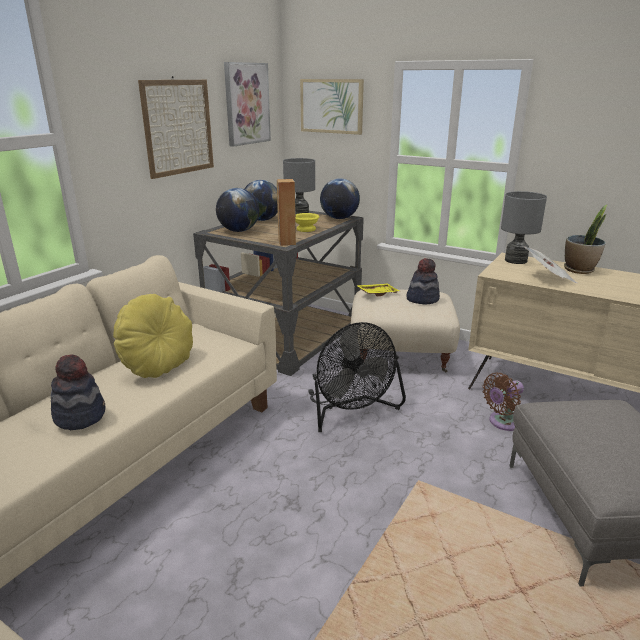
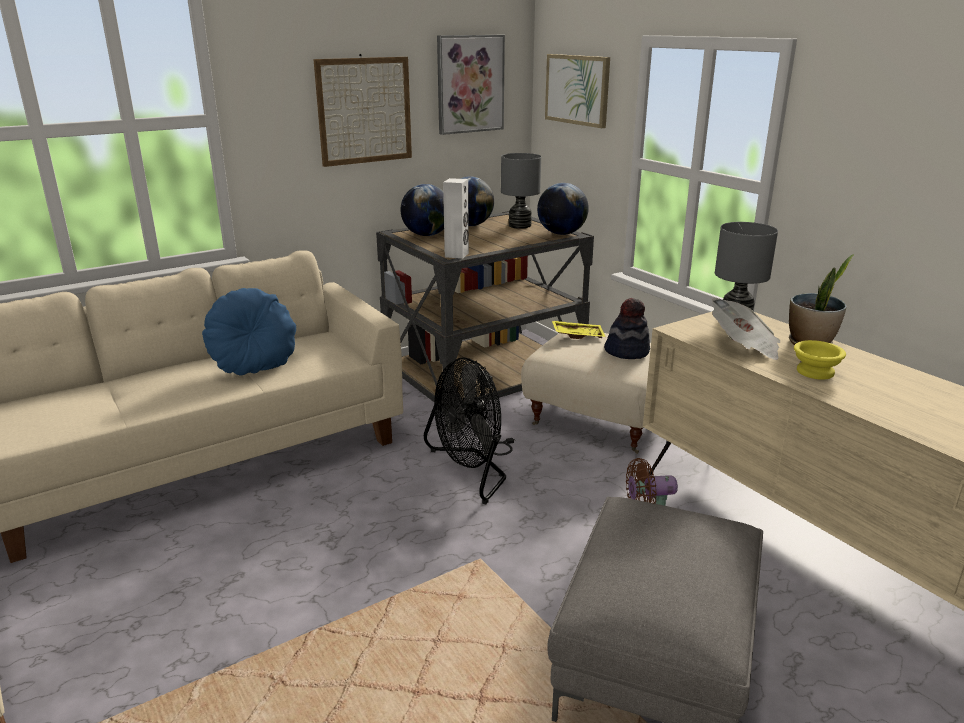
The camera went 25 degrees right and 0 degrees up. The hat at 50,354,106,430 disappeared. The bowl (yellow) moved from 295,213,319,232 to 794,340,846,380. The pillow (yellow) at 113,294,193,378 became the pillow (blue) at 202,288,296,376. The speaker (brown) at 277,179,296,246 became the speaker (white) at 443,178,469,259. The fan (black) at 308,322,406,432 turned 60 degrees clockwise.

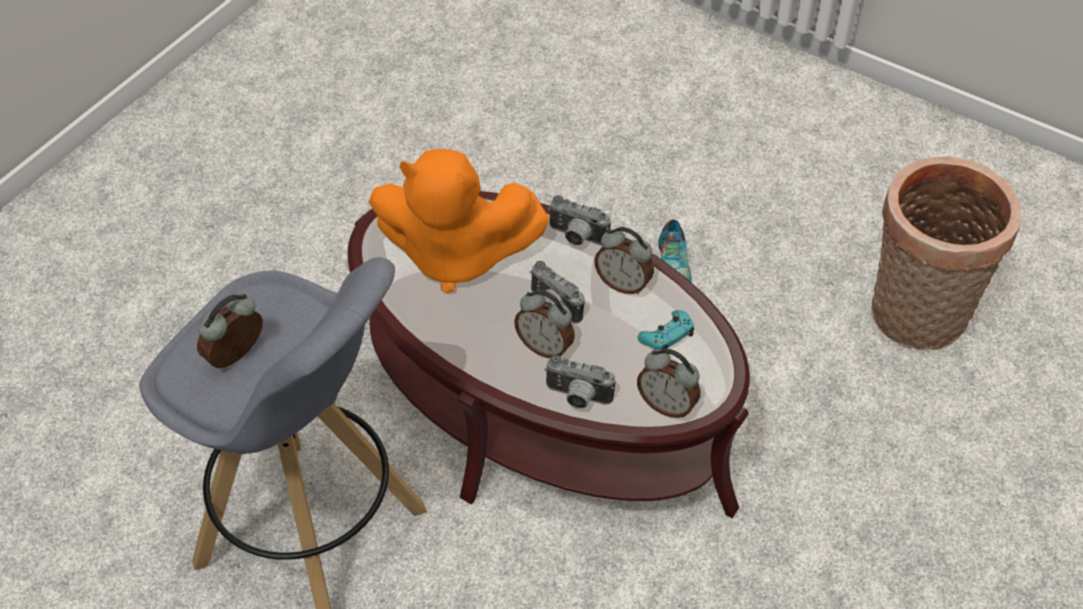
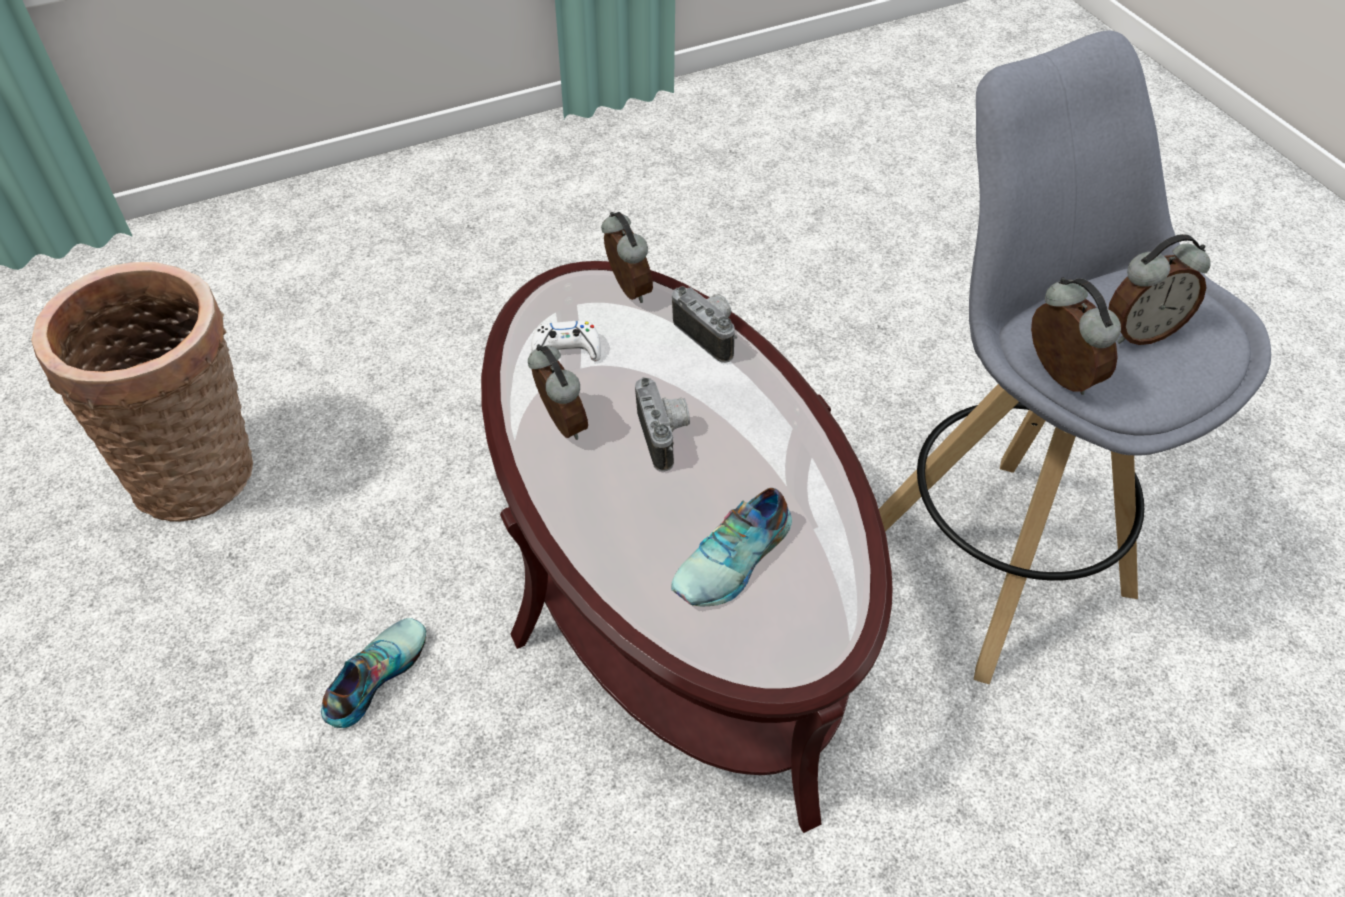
The camera went 150 degrees left and 0 degrees up. The photo camera at 548,195,611,246 disappeared. The alarm clock moved from 514,290,575,358 to 1031,277,1121,395. The plush toy (orange) at 369,149,550,293 was replaced by the shoe at 671,488,792,606. The game controller (turquoise) at 638,310,694,350 became the game controller (white) at 531,321,601,361.

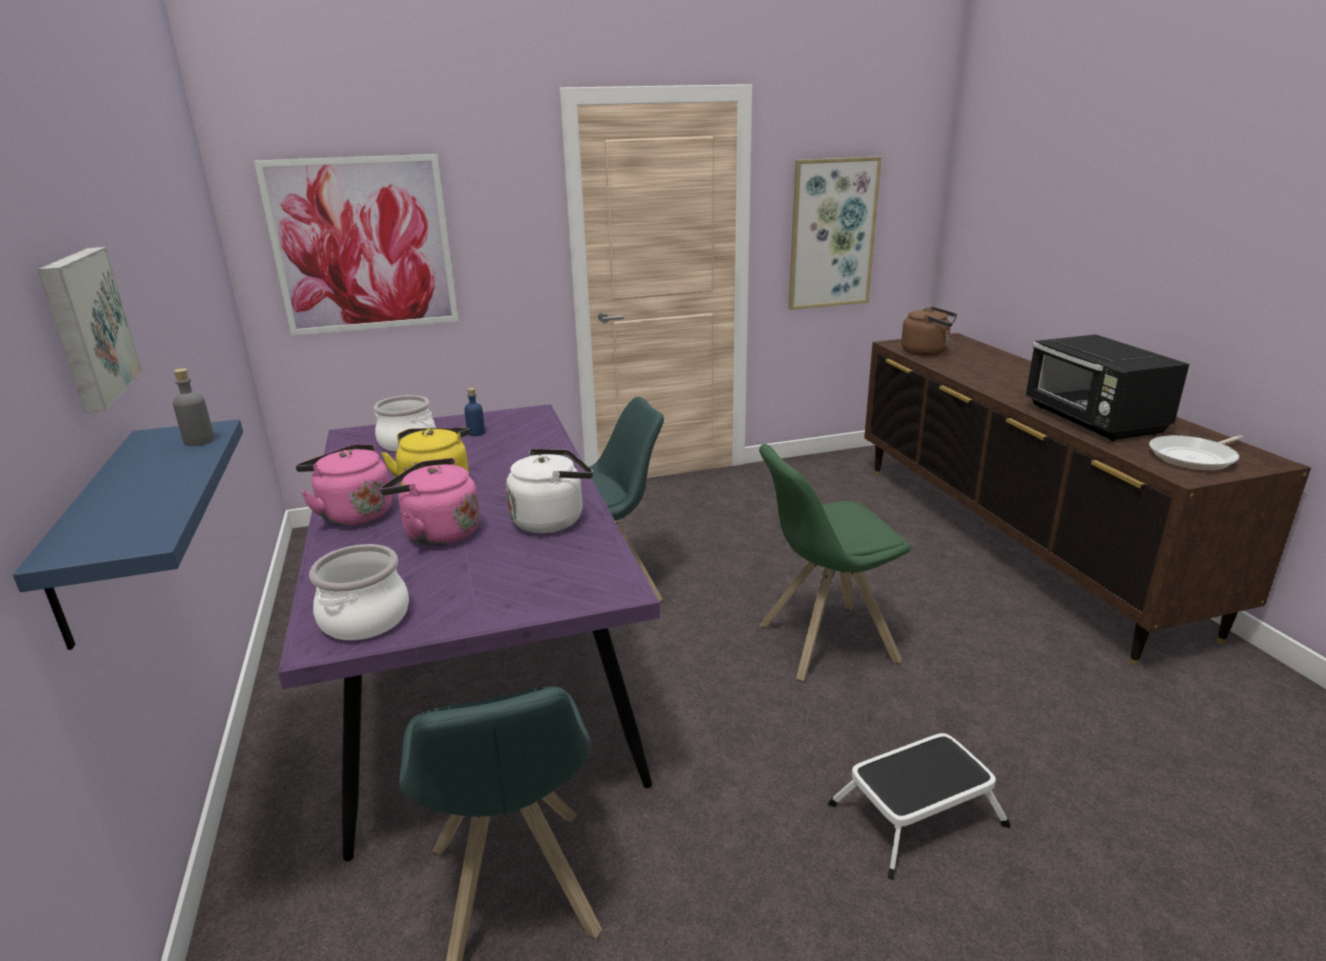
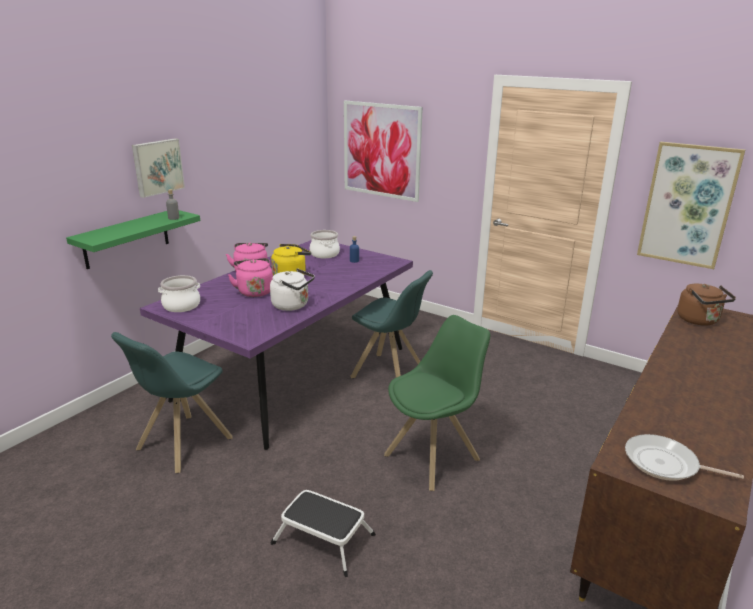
The camera went 50 degrees right and 0 degrees up. The microwave (black) at 1025,334,1189,441 disappeared. The shelf (blue) at 13,419,243,650 became the shelf (green) at 66,210,200,269. The chair (green) at 759,444,911,681 turned 105 degrees clockwise.

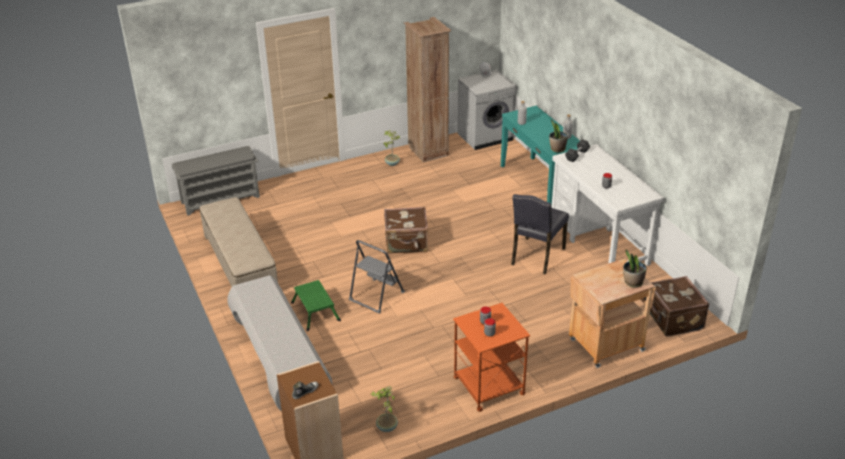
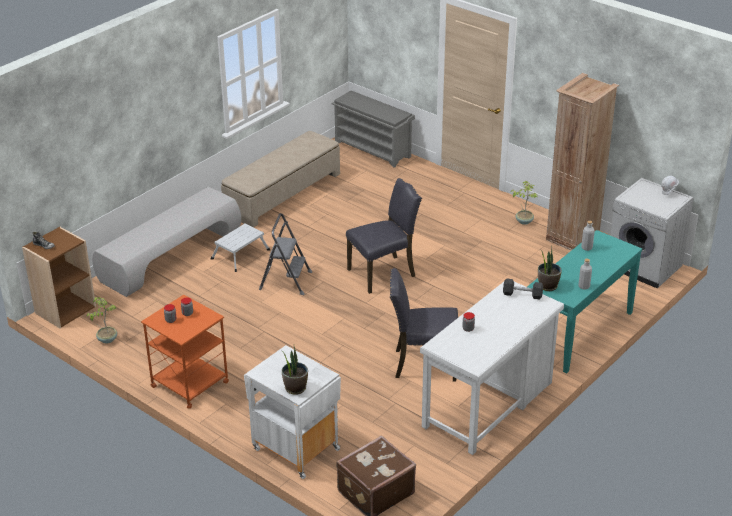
The camera went 65 degrees right and 0 degrees up. The suitcase (brown) at 384,207,428,254 was replaced by the chair (grey) at 346,178,422,294. The step ladder (green) at 291,280,341,331 became the step ladder (white) at 211,223,270,272. The cart (brown) at 569,259,656,368 became the cart (white) at 244,345,341,479.

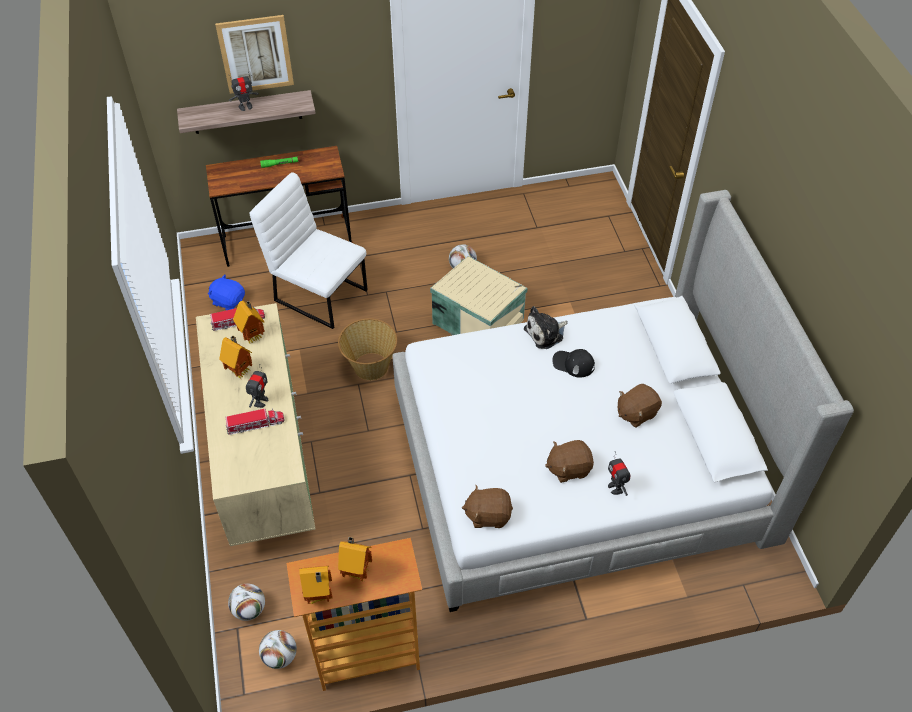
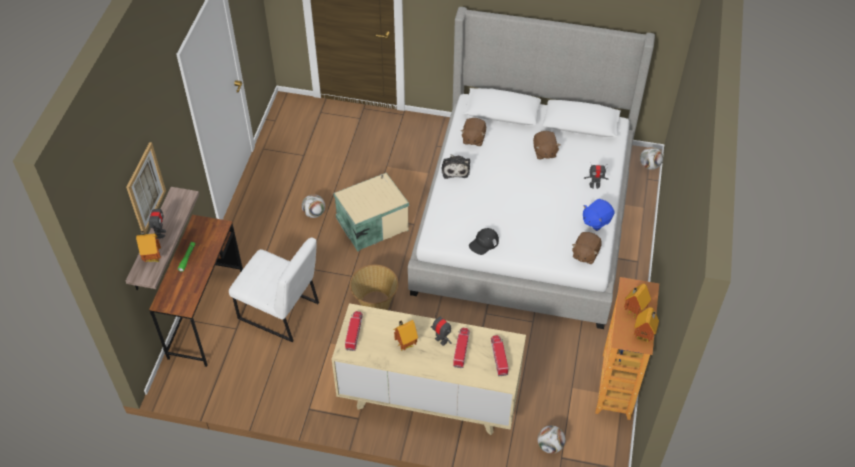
The camera went 65 degrees left and 0 degrees up. The toy truck at 491,335,509,376 appeared. The plush toy (blue) moved from 208,274,245,310 to 583,199,615,231. The toy house moved from 233,301,265,343 to 136,231,161,262. The football moved from 259,630,297,669 to 640,147,663,170. The plush toy (brown) moved from 545,440,594,483 to 461,118,486,146. The cap (black) moved from 552,349,595,378 to 469,228,499,255. The chair (white) at 250,172,367,329 turned 120 degrees counterclockwise.

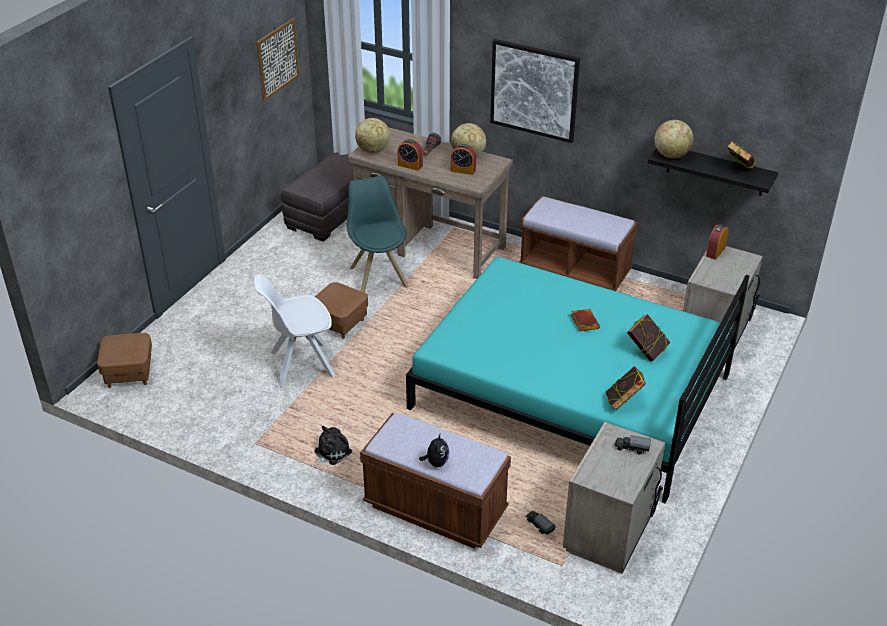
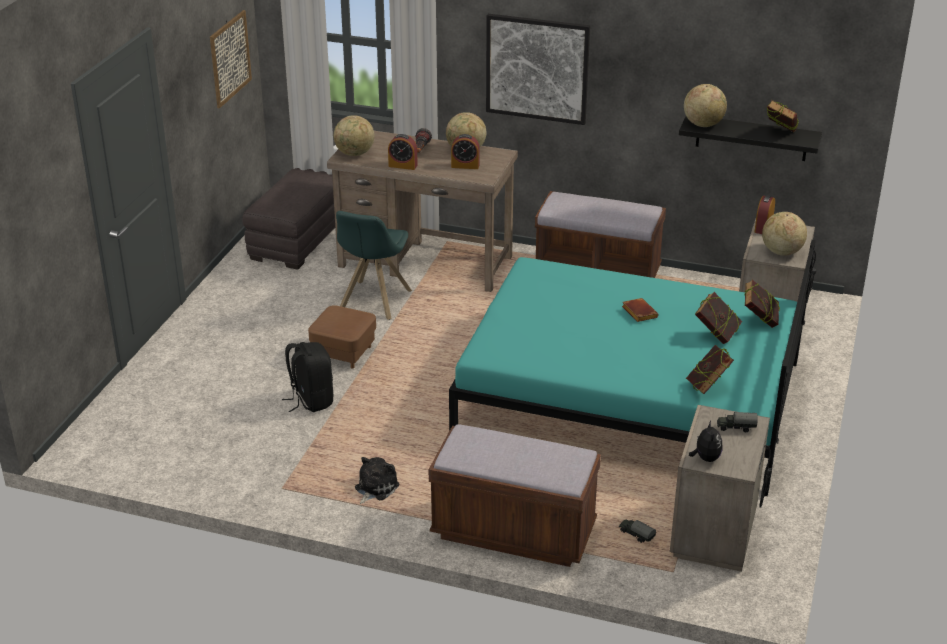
The camera went 10 degrees left and 5 degrees down. The ottoman (brown) at 97,333,152,388 disappeared. The book at 744,280,780,328 appeared. The globe at 762,212,807,256 appeared. The plush toy moved from 419,432,449,467 to 689,421,722,462. The chair (white) at 254,274,335,387 was replaced by the backpack (black) at 282,342,333,412. The chair (turquoise) at 347,176,409,293 turned 135 degrees counterclockwise.

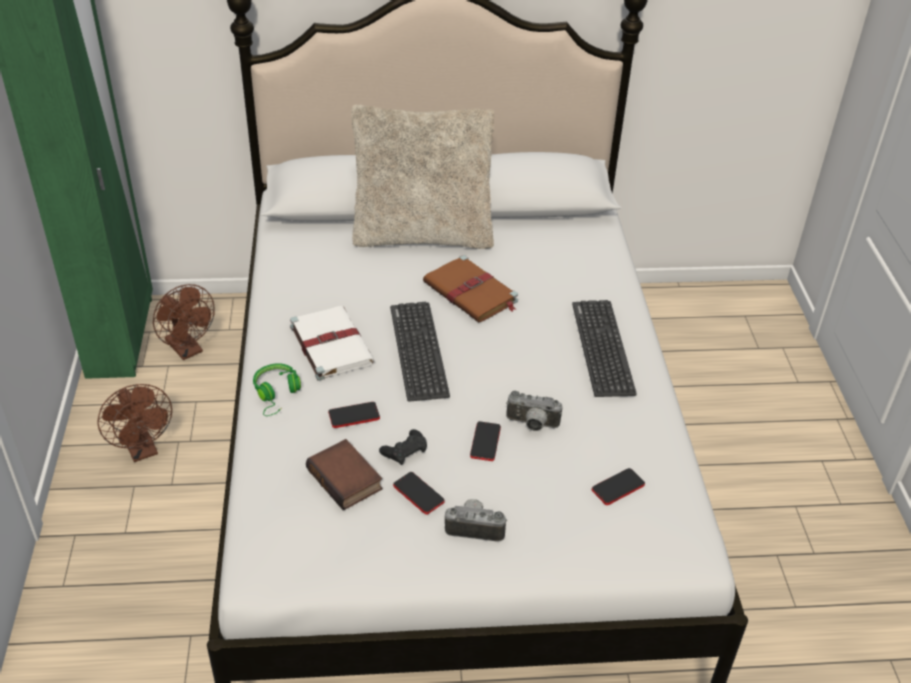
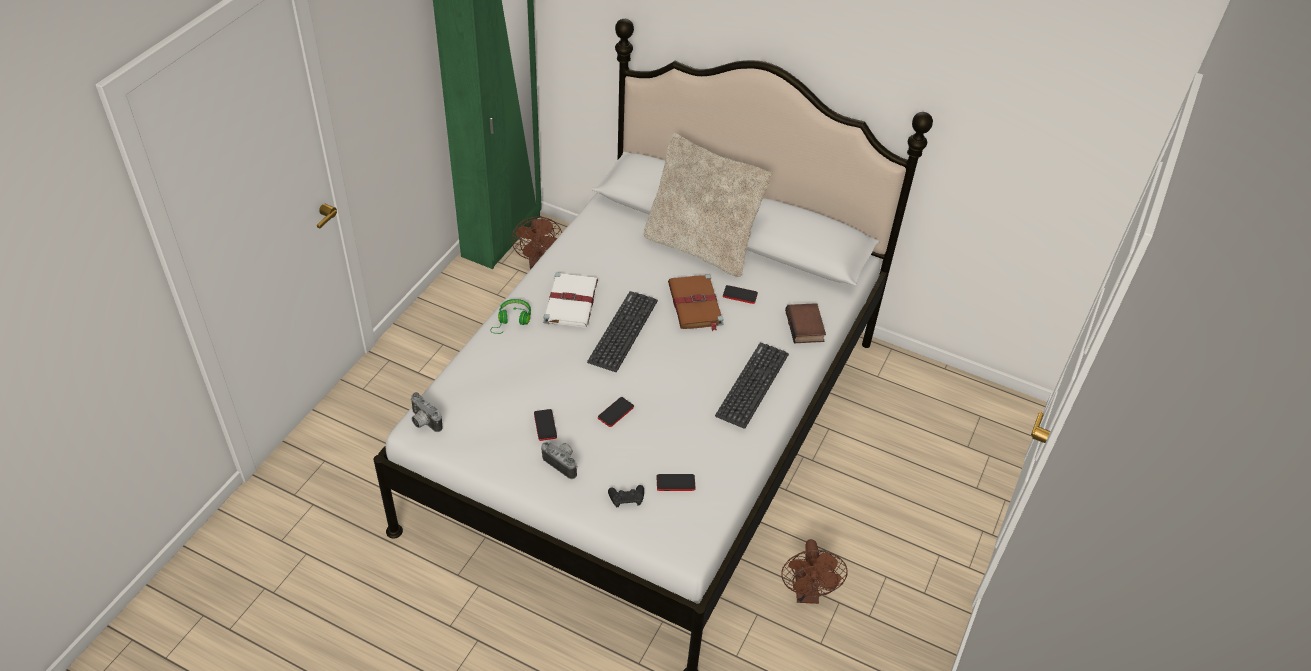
The camera went 30 degrees right and 5 degrees up. The fan (brown) moved from 97,384,172,462 to 781,539,848,604. The book moved from 306,439,382,510 to 785,303,826,343. The phone moved from 328,402,380,428 to 723,285,758,304. The game controller (black) moved from 379,429,427,465 to 608,485,644,507. The photo camera moved from 506,391,562,431 to 410,392,442,432.

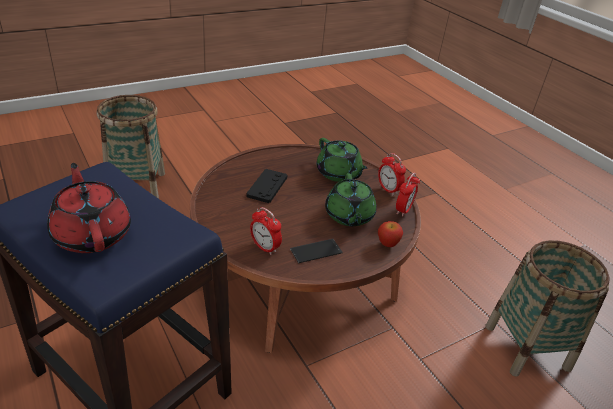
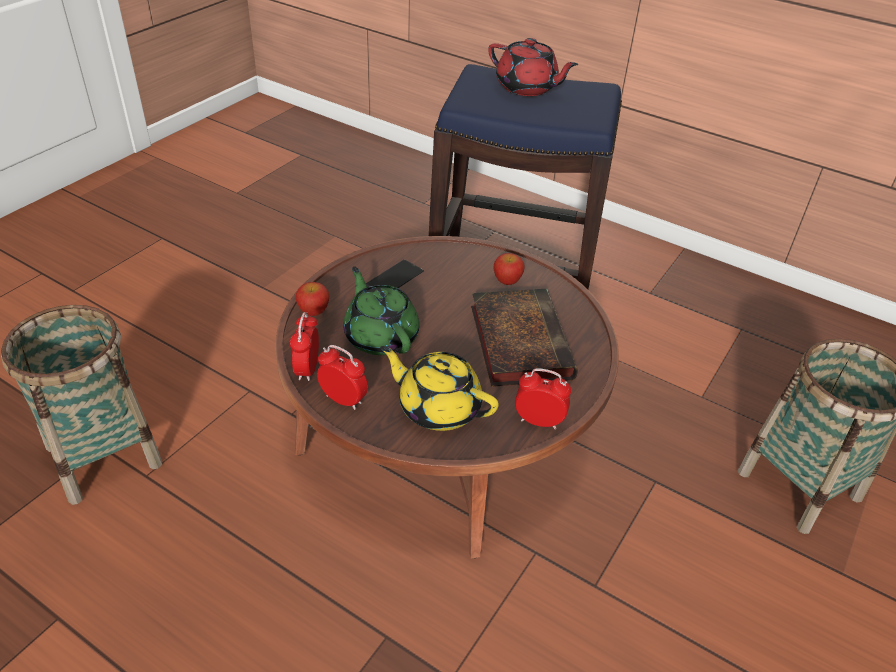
The camera went 155 degrees right and 5 degrees up. The apple at 494,253,525,285 appeared. The alarm clock moved from 250,207,282,255 to 515,368,571,430. The game controller (black) at 246,169,287,203 was replaced by the book at 471,289,578,387. The teapot (green) at 317,138,368,182 became the teapot (yellow) at 380,346,499,431.

